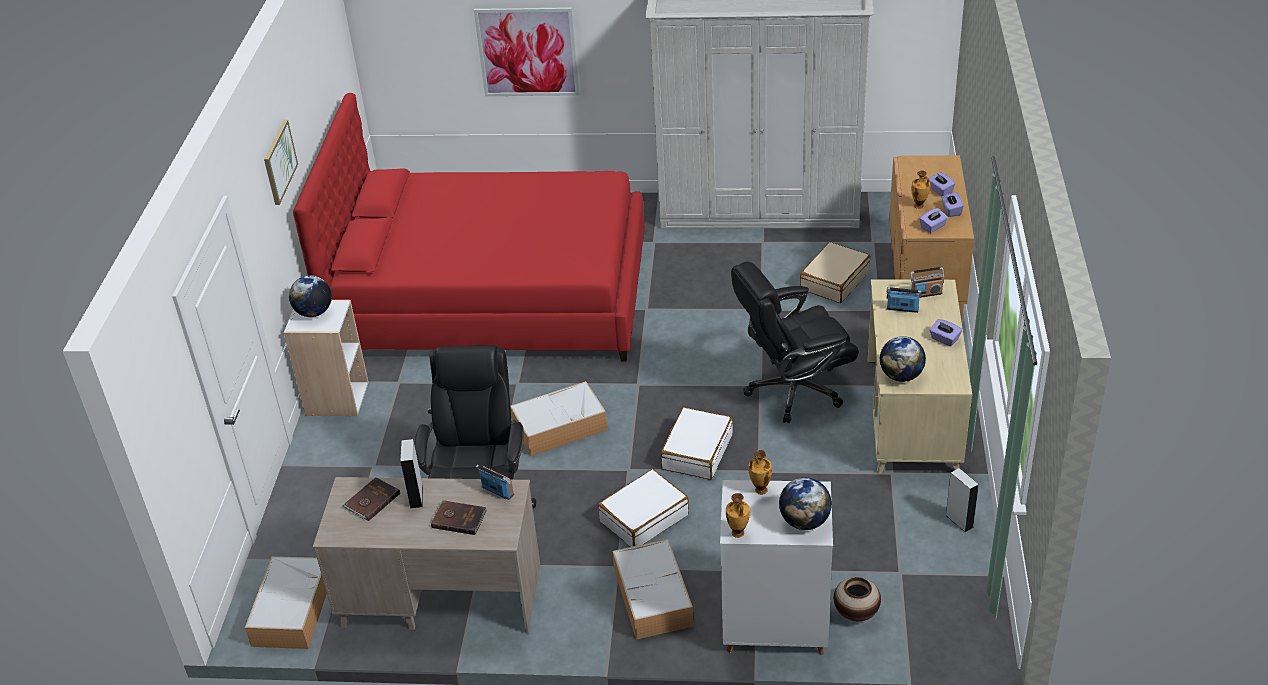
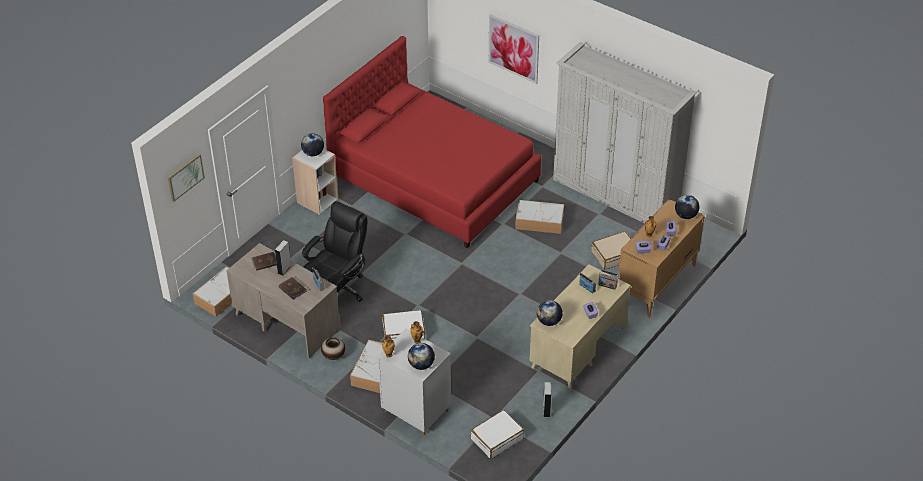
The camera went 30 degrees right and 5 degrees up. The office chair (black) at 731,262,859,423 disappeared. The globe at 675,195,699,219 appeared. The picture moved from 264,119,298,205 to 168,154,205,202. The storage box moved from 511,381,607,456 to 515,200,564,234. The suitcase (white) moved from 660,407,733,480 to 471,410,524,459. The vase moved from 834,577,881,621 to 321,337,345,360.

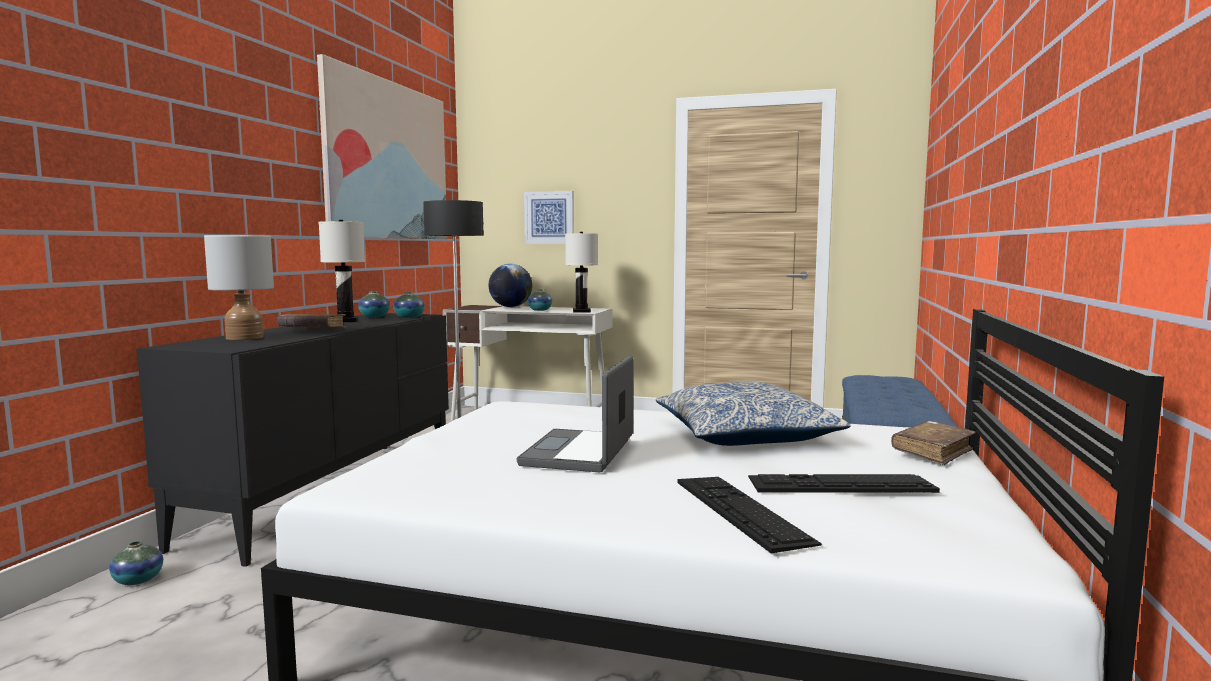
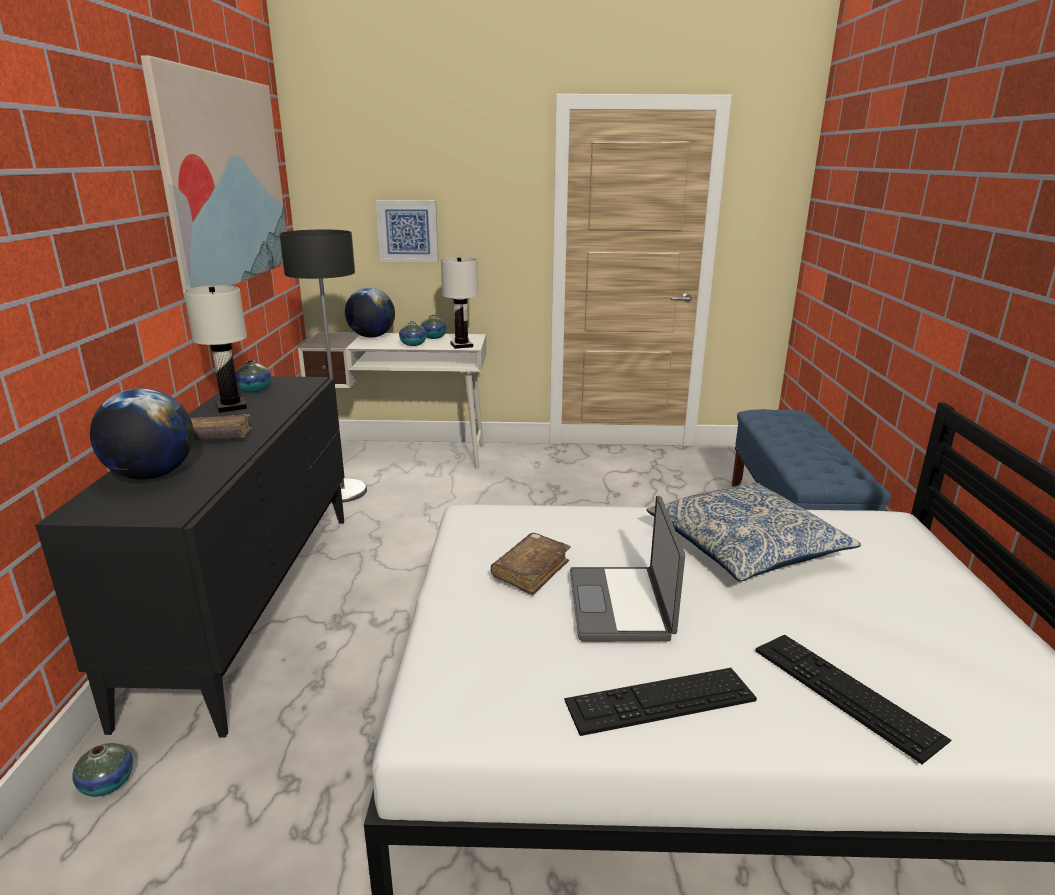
The camera went 15 degrees left and 15 degrees up. The vase moved from 393,292,425,318 to 421,315,446,339. The keyboard moved from 748,474,940,493 to 564,668,757,736. The book (brown) moved from 891,421,976,465 to 491,533,571,596. The table lamp (grey) at 204,235,274,340 was replaced by the globe at 90,388,194,480.

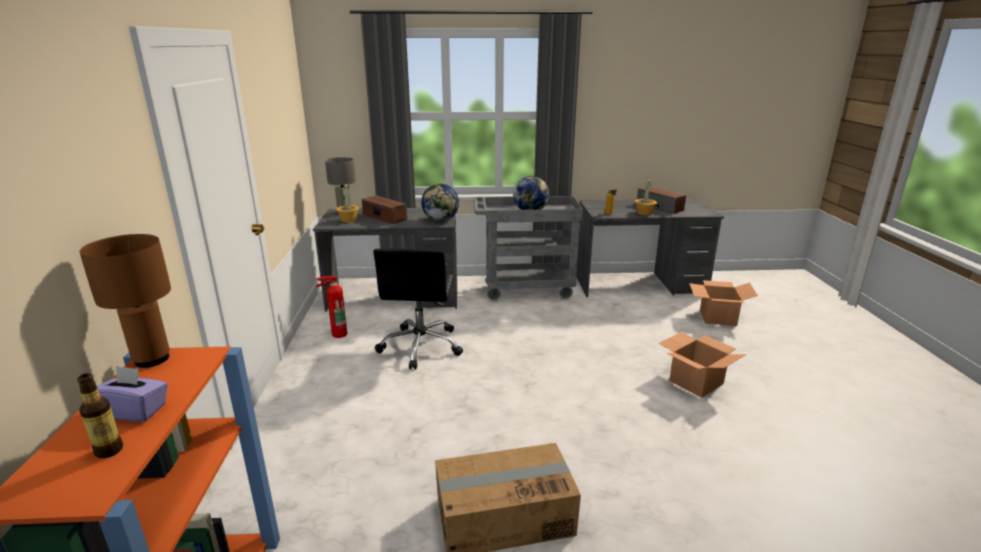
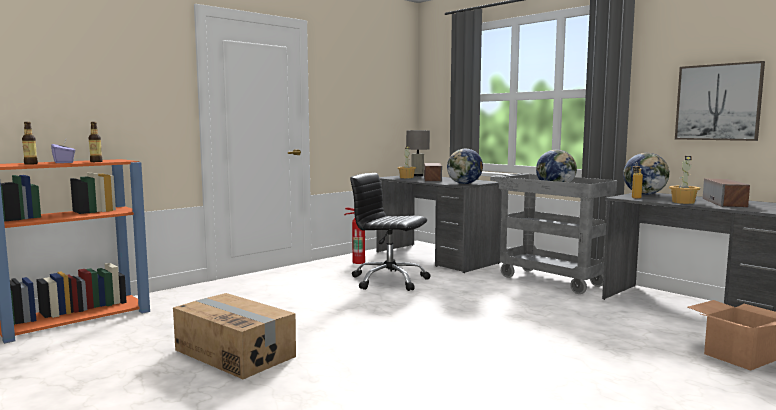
The camera went 50 degrees right and 15 degrees down. The table lamp (brown) at 80,234,171,368 disappeared. The cardboard box at 659,332,747,398 disappeared. The bottle at 89,122,103,162 appeared. The globe at 623,153,670,195 appeared. The picture at 675,61,765,141 appeared. The office chair (black) at 373,249,463,369 turned 60 degrees clockwise.

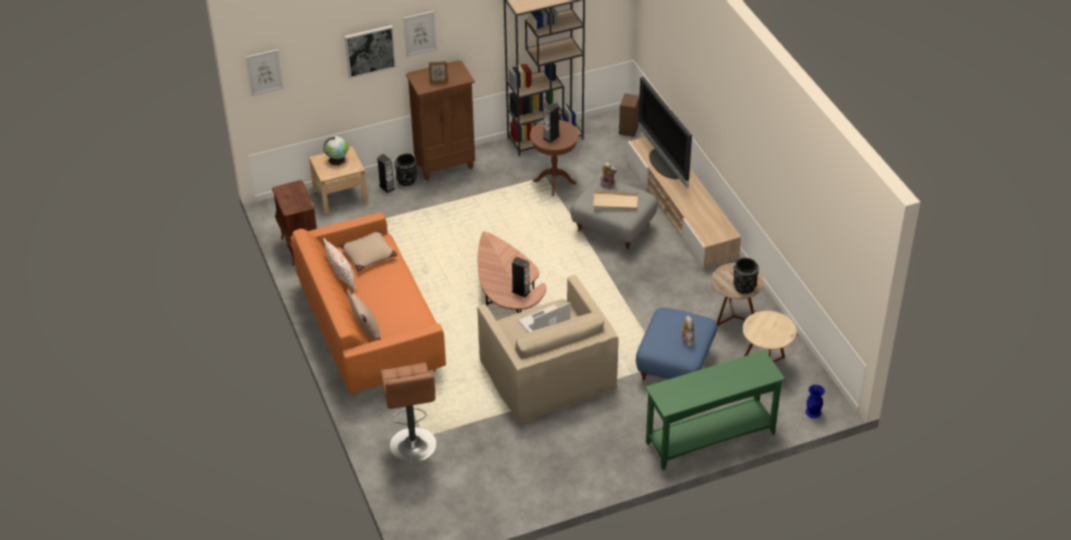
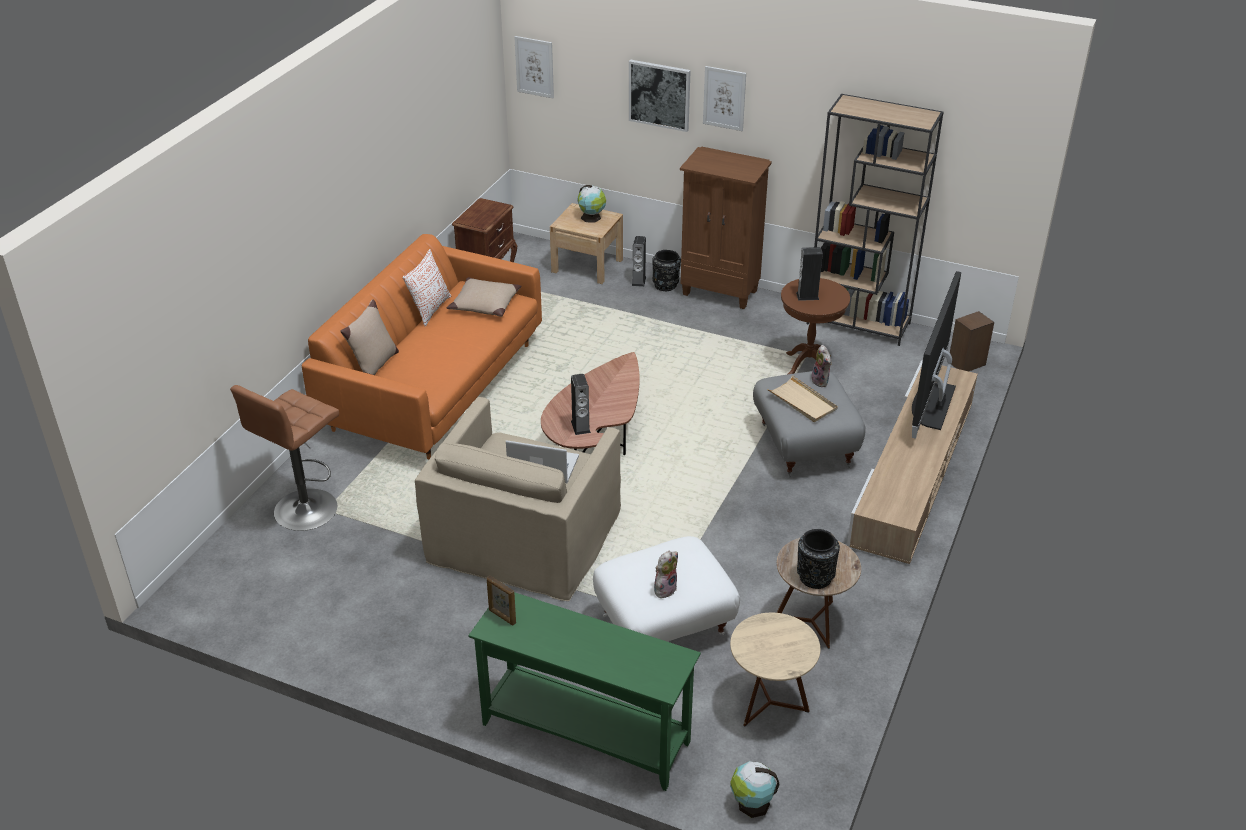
The camera went 45 degrees right and 5 degrees down. The picture frame moved from 429,61,448,83 to 487,575,516,625. The vase (blue) at 805,385,825,418 was replaced by the globe at 730,761,779,818. The ottoman (blue) at 636,307,718,383 became the ottoman (white) at 593,536,740,642.

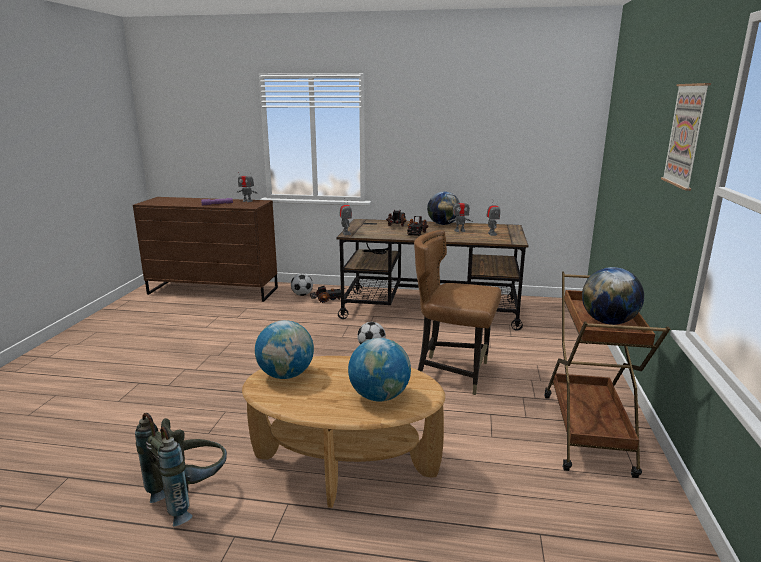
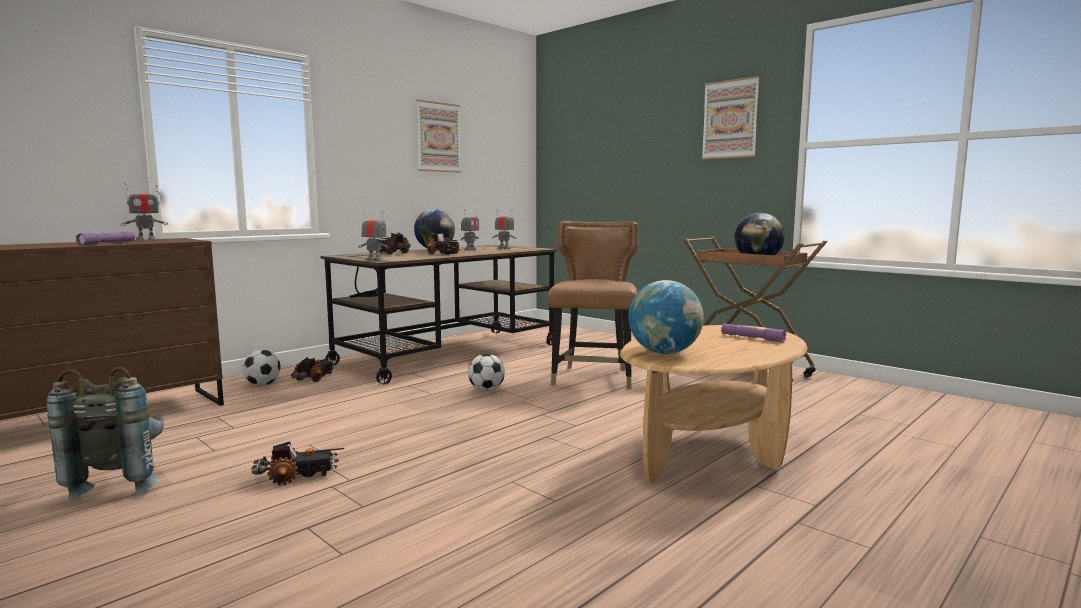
The camera went 55 degrees left and 10 degrees down. The toy truck at 252,441,344,485 appeared. The picture at 416,99,461,173 appeared. The backpack (grey) moved from 135,413,227,526 to 46,367,164,501. The globe at 348,338,411,401 was replaced by the flashlight (purple) at 722,324,786,343. The chair (brown) at 414,230,501,395 turned 135 degrees clockwise.

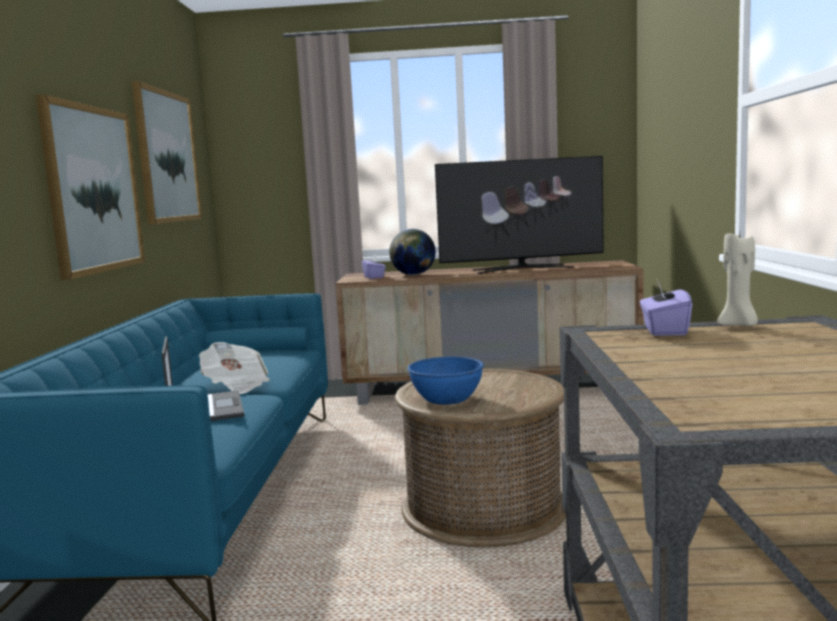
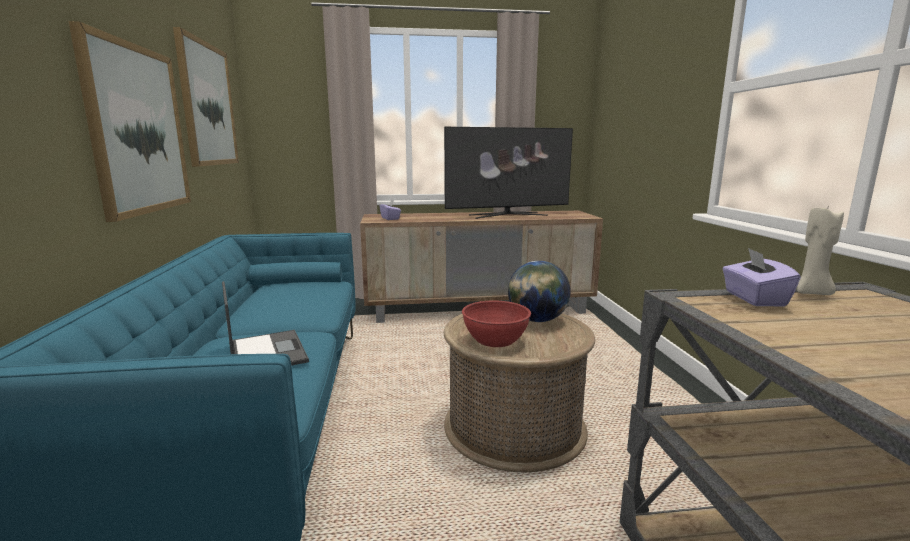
The camera went 10 degrees left and 5 degrees up. The newspaper at 199,342,270,394 disappeared. The globe moved from 389,229,436,275 to 508,261,571,322. The bowl (blue) at 407,357,484,405 became the bowl (red) at 462,300,531,347.

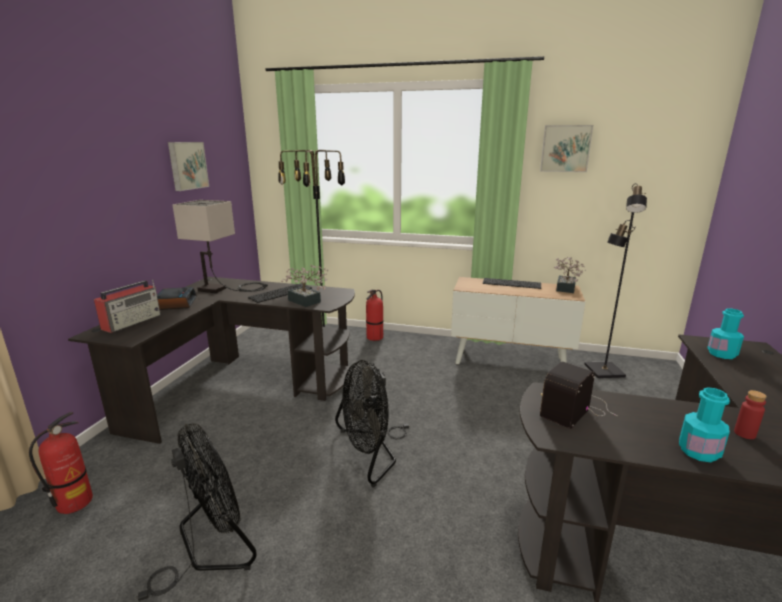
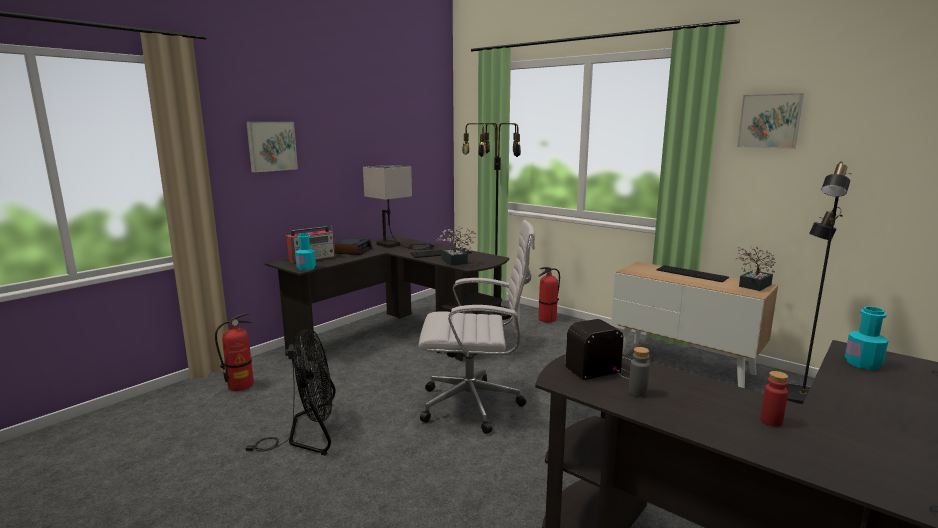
The camera went 25 degrees right and 5 degrees down. The bottle (grey) at 629,347,650,397 appeared. The picture moved from 168,142,209,191 to 246,122,298,172. The bottle (turquoise) moved from 679,387,730,462 to 295,233,316,270. The fan (black) at 335,360,410,488 was replaced by the office chair (white) at 419,220,535,434.

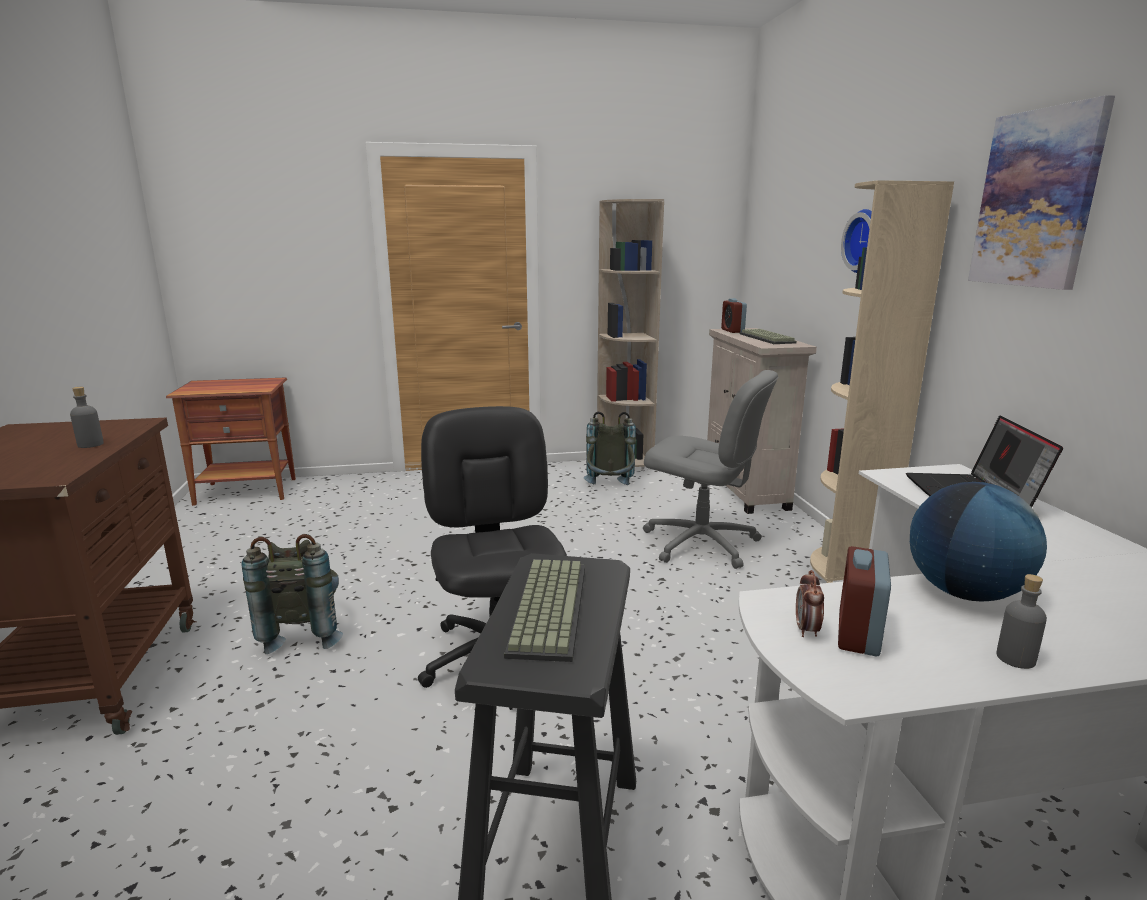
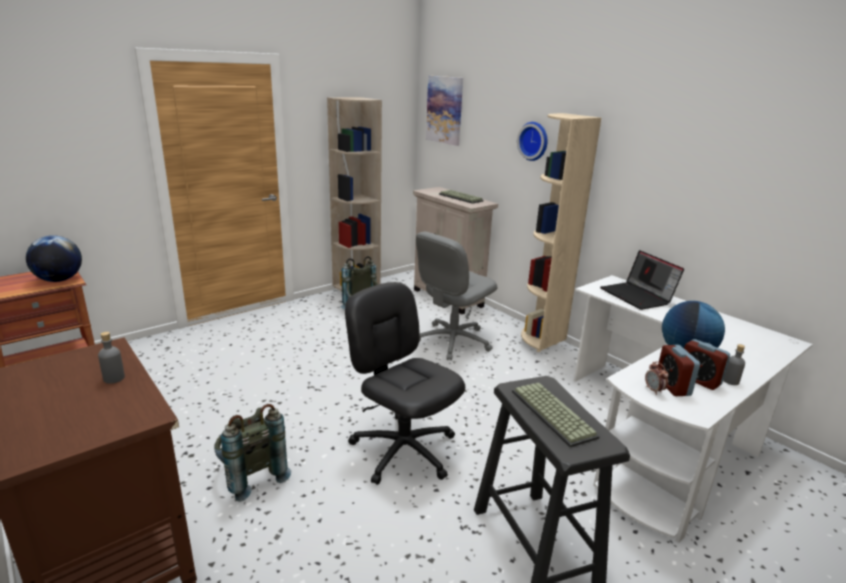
The camera went 30 degrees left and 5 degrees up. The globe at 26,235,82,282 appeared. The alarm clock moved from 721,298,747,333 to 684,339,730,390. The picture moved from 968,95,1115,290 to 426,76,463,146. The office chair (grey) at 643,370,779,569 turned 135 degrees clockwise.

